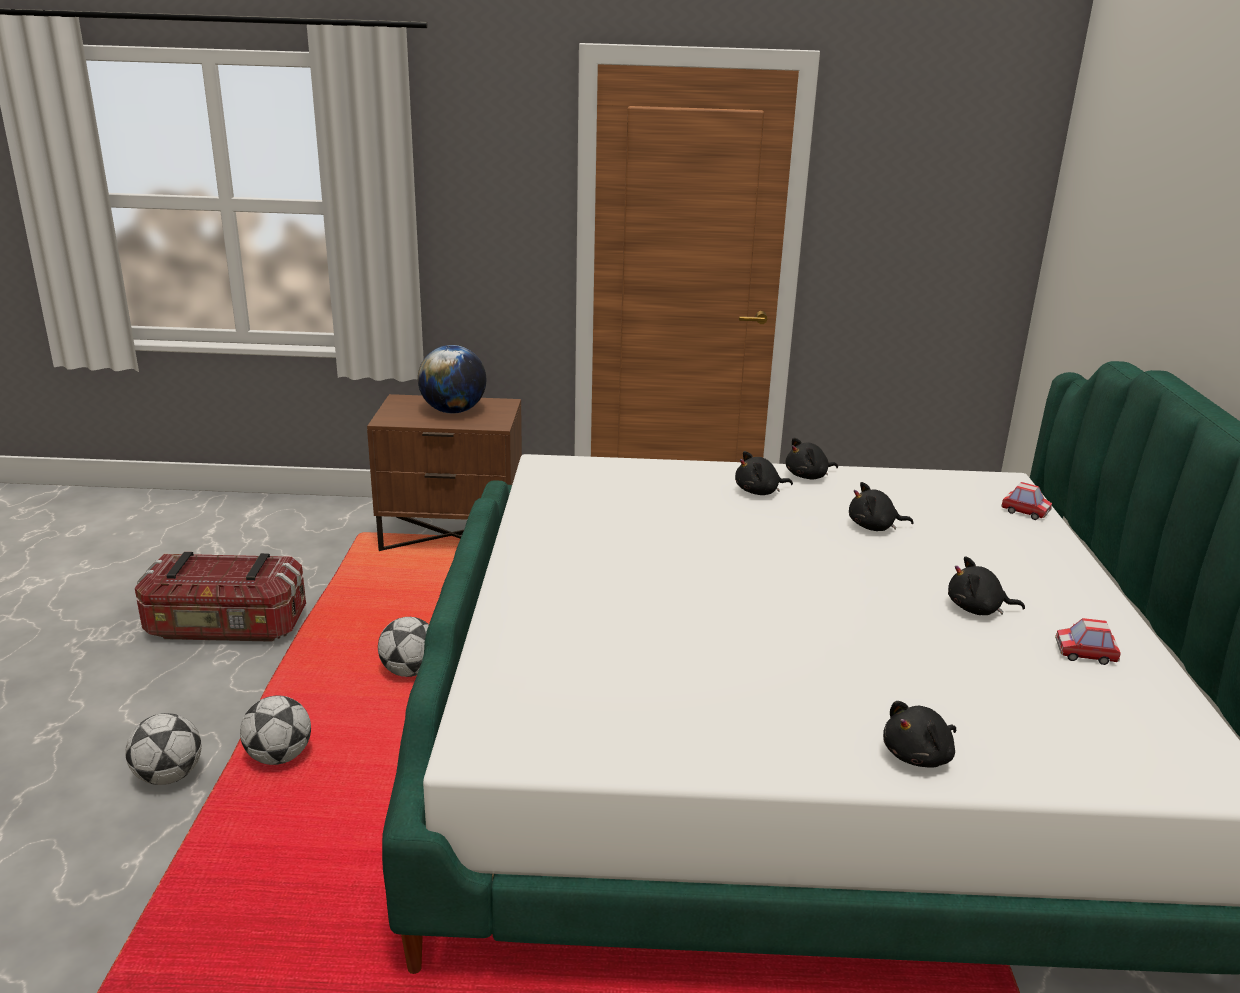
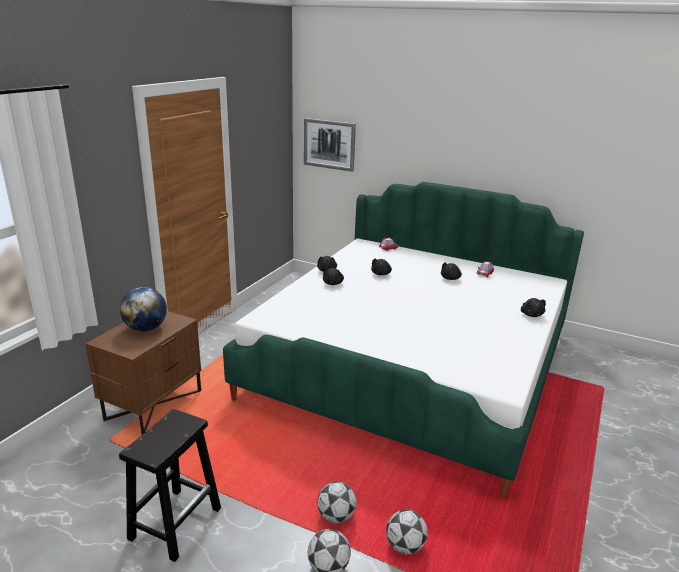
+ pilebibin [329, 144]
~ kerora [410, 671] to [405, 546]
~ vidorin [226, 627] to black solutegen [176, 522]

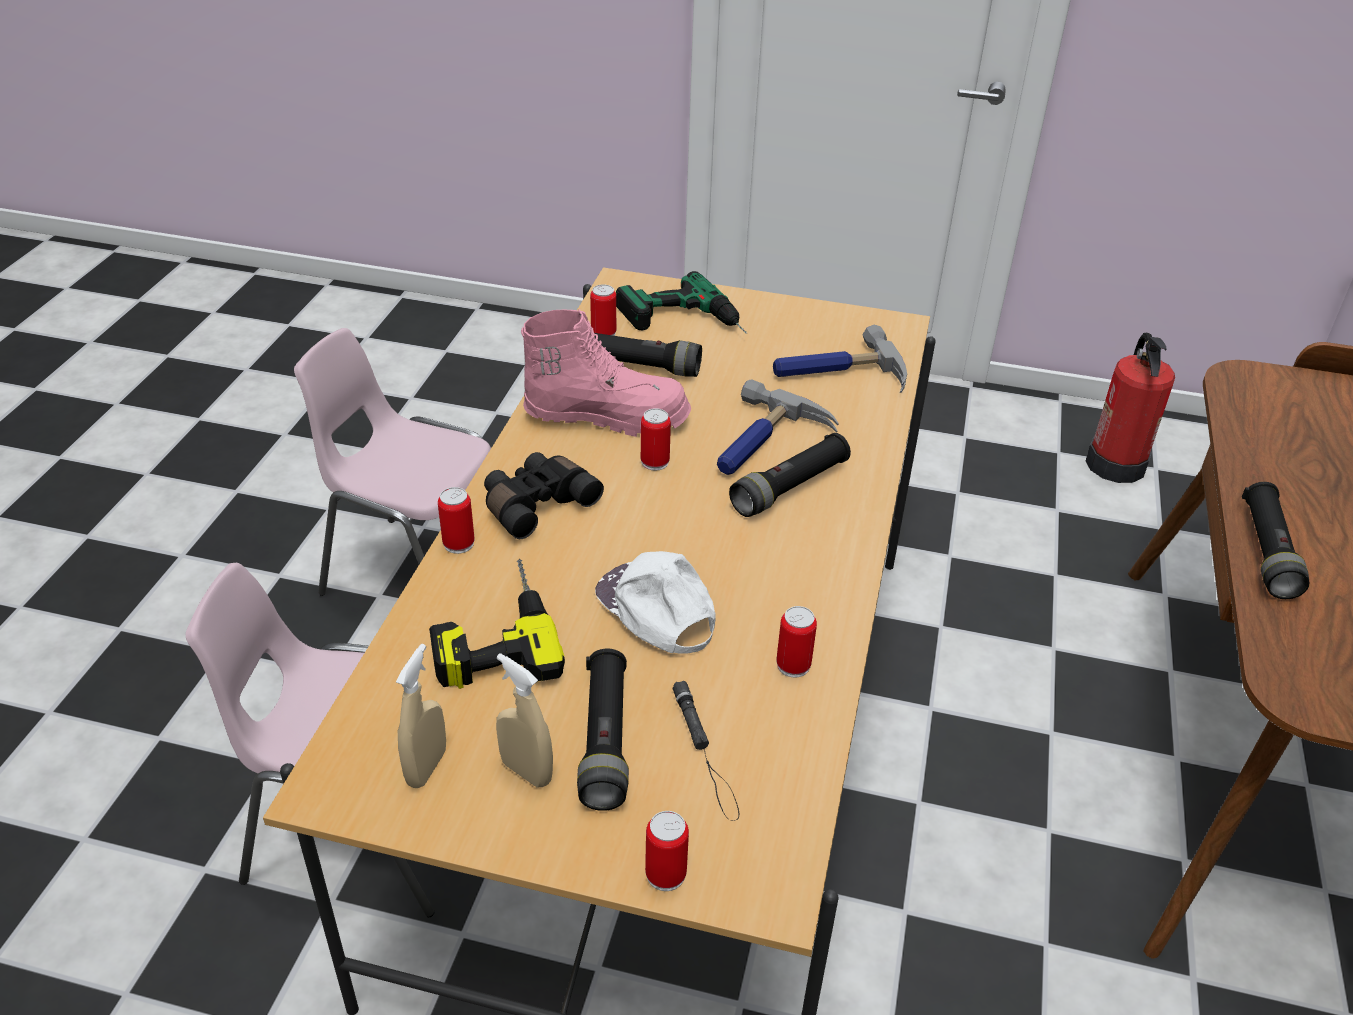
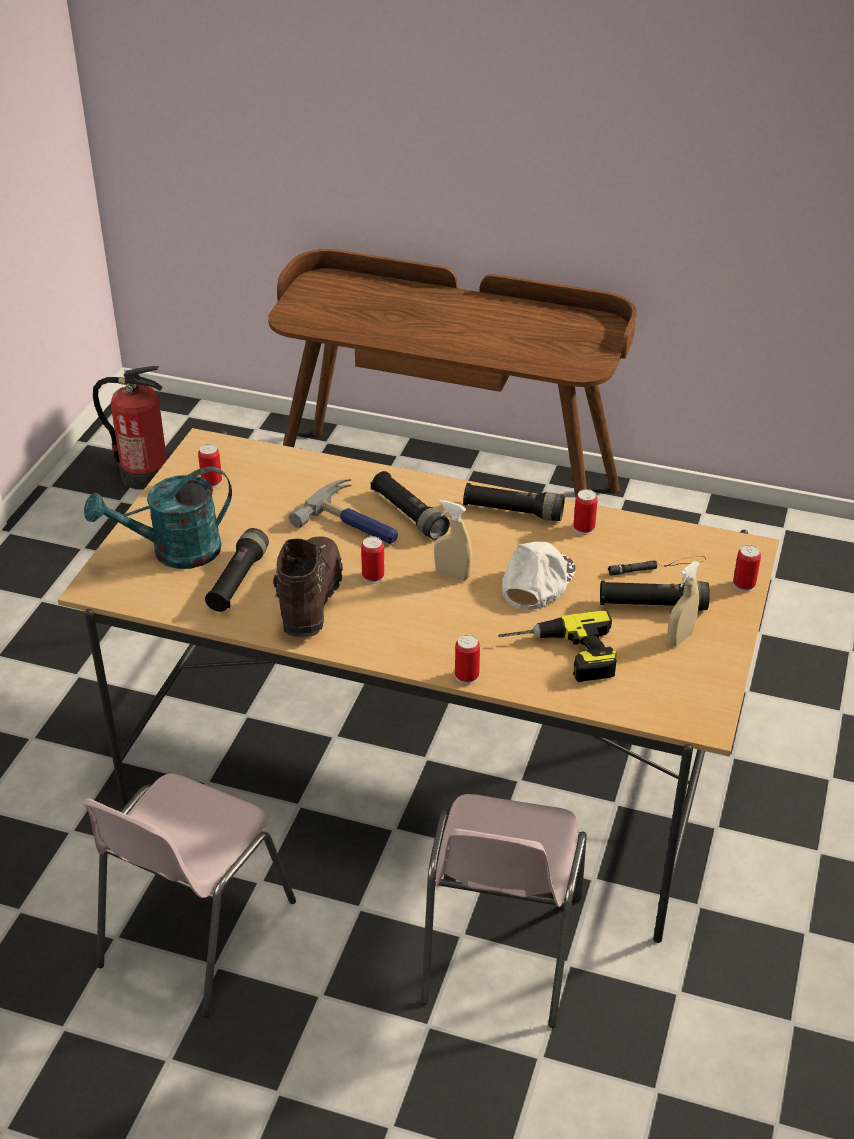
- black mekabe [536, 504]
- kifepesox [837, 374]
~ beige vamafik [426, 767] to [452, 575]
~ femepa [603, 333] to [212, 482]
~ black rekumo [1267, 552] to [513, 512]
~ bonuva [685, 323] to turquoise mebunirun [174, 552]
~ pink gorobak [607, 416] to brown gorobak [309, 599]
~ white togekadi [656, 610] = [536, 581] 150 degrees clockwise

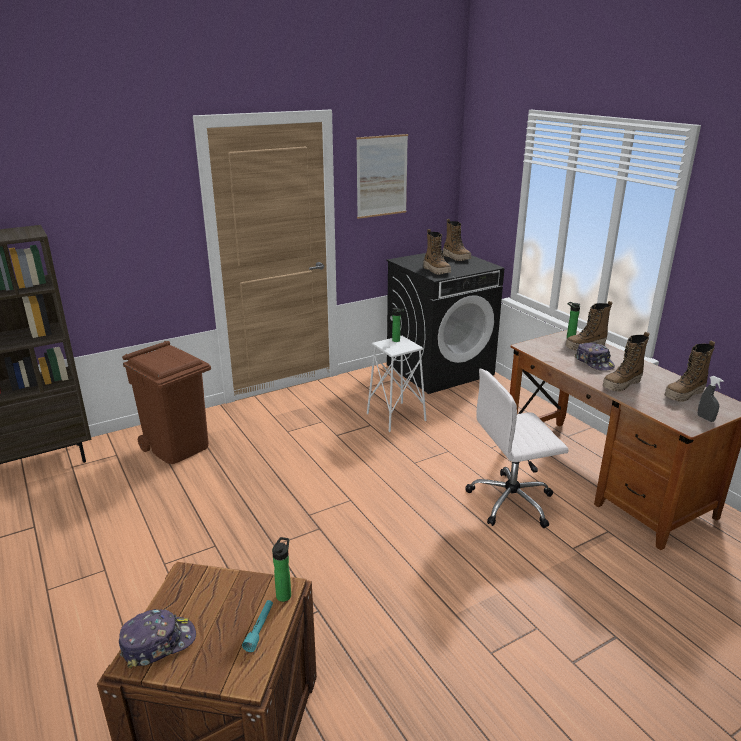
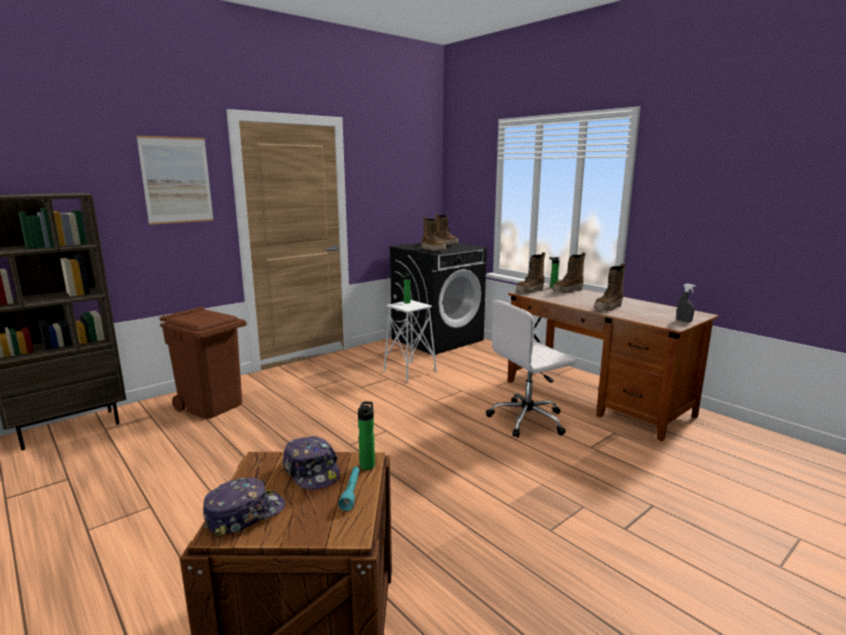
~ pilebibin [382, 176] to [177, 180]
~ togekadi [594, 362] to [312, 471]
~ gorobak [684, 395] to [530, 291]

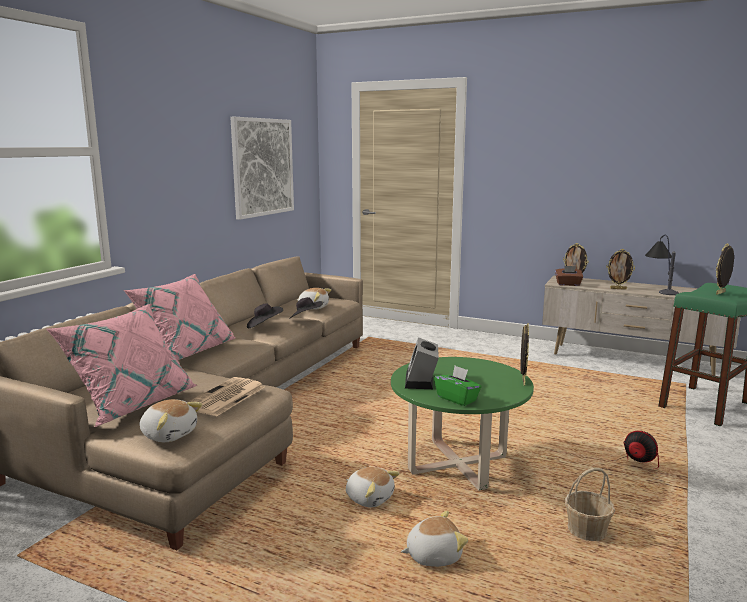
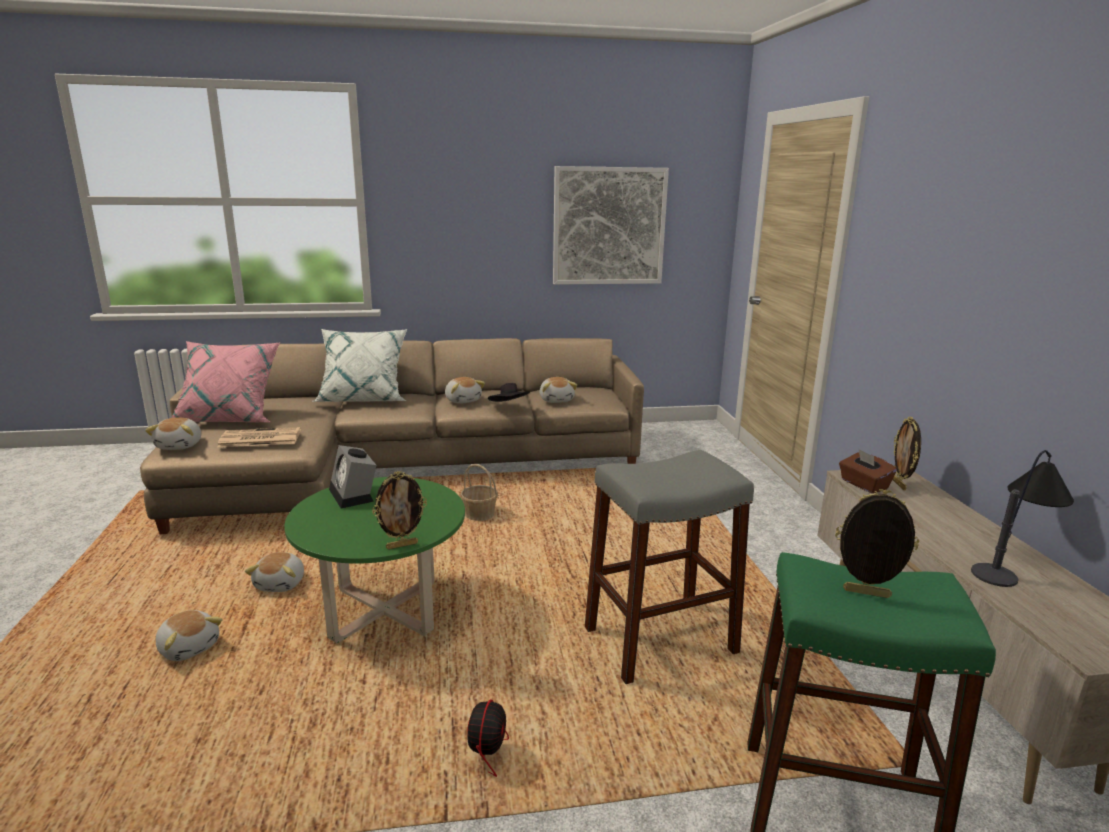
- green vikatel [457, 399]
- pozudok [618, 288]
+ grey solutegen [659, 641]
~ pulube [587, 531] to [480, 515]
~ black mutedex [264, 326] to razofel [463, 400]
~ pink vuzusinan [186, 351] to white vuzusinan [364, 398]
~ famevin [421, 381] = [354, 495] 90 degrees counterclockwise

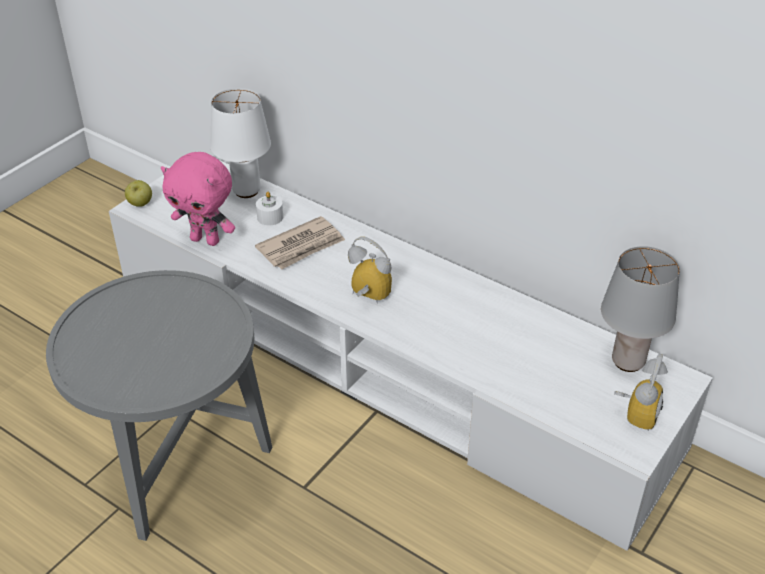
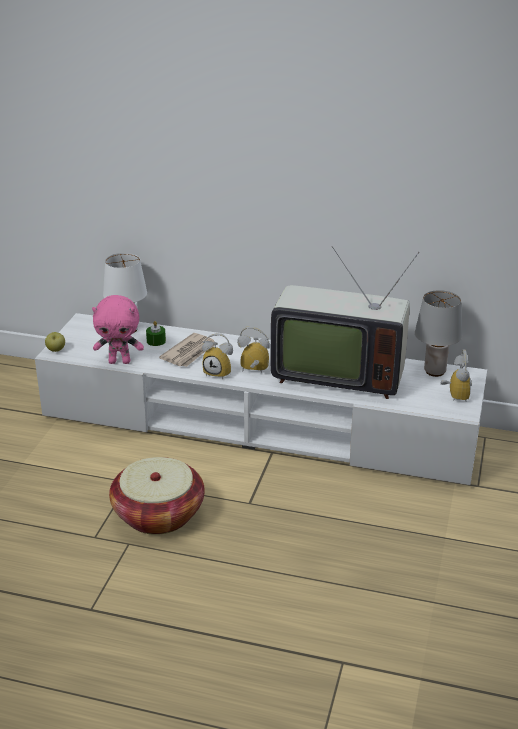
+ famevin [219, 372]
+ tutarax [337, 374]
~ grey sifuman [180, 472] to pulube [158, 514]
~ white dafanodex [270, 217] to green dafanodex [156, 341]

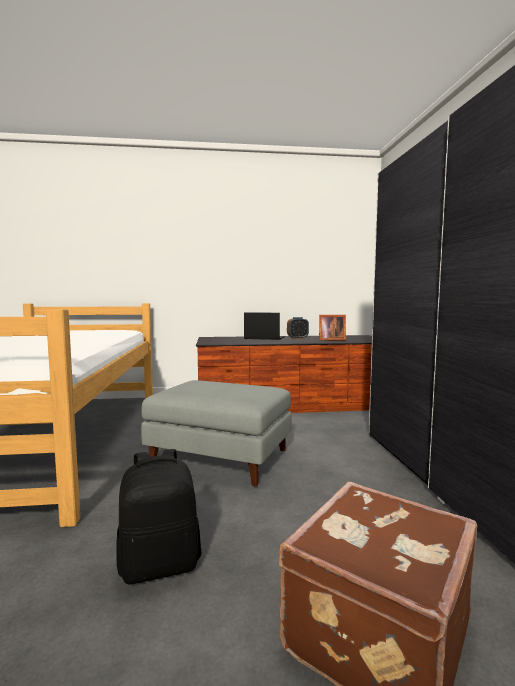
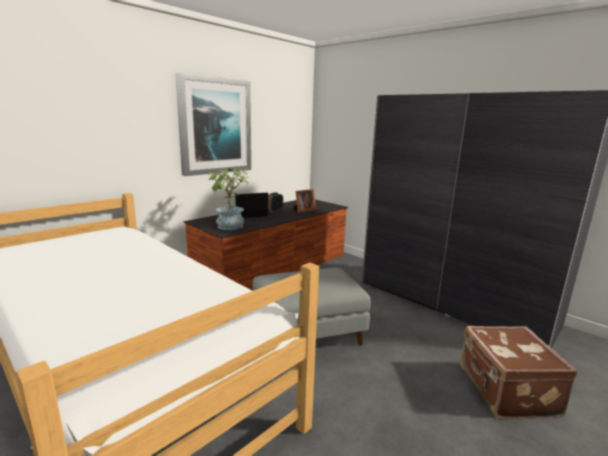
- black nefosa [160, 564]
+ pilebibin [215, 126]
+ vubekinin [229, 227]

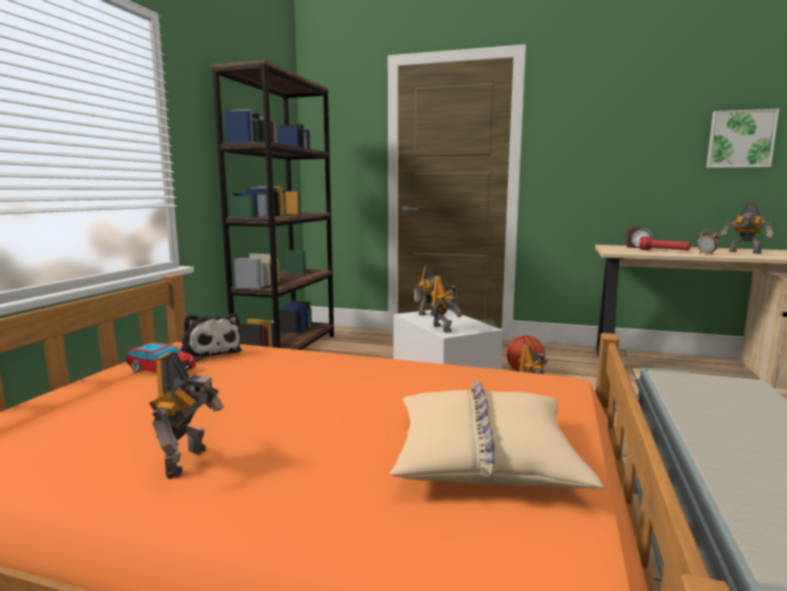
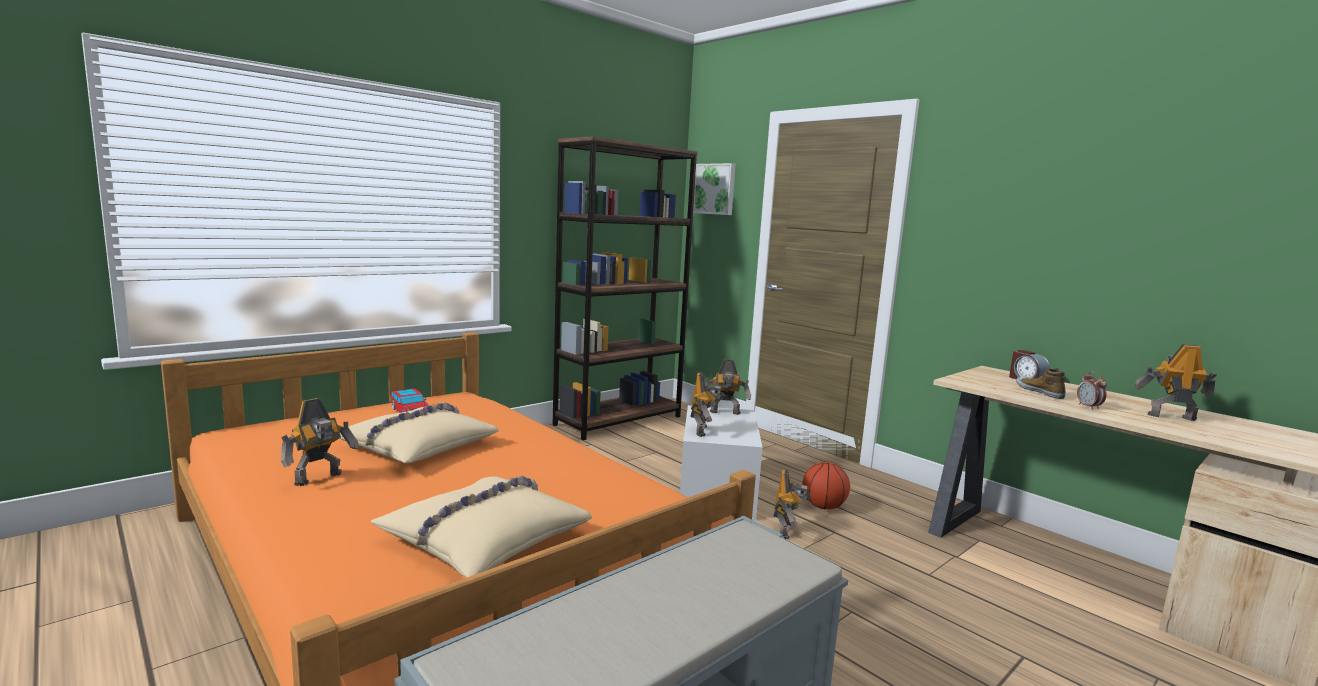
- razofel [209, 352]
+ beige vuzusinan [417, 446]
~ pilebibin [740, 139] to [715, 189]
~ red rekumo [664, 251] to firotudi [1039, 391]
~ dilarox [744, 252] = [1169, 416] 120 degrees clockwise

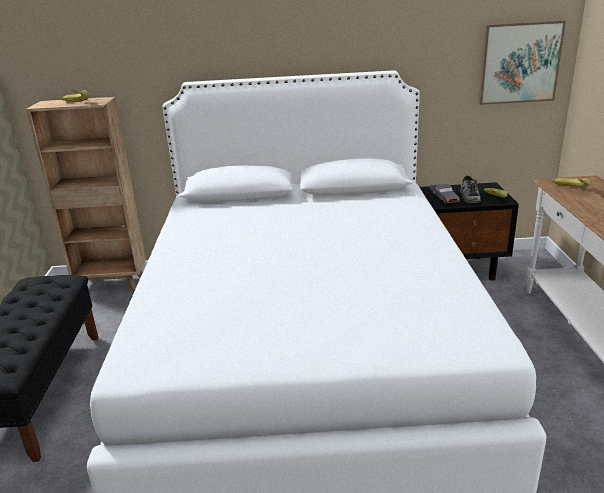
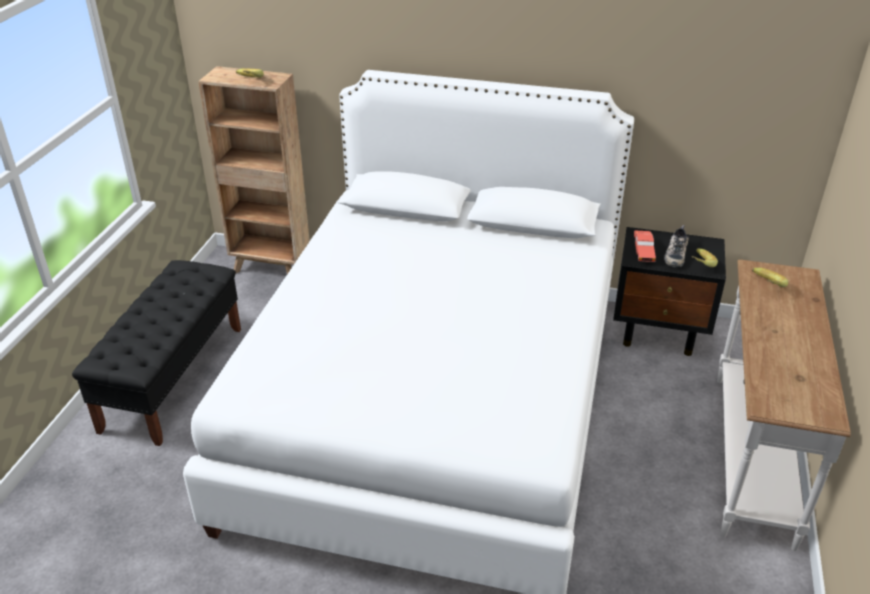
- pilebibin [519, 63]
~ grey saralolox [443, 198] to red saralolox [643, 251]

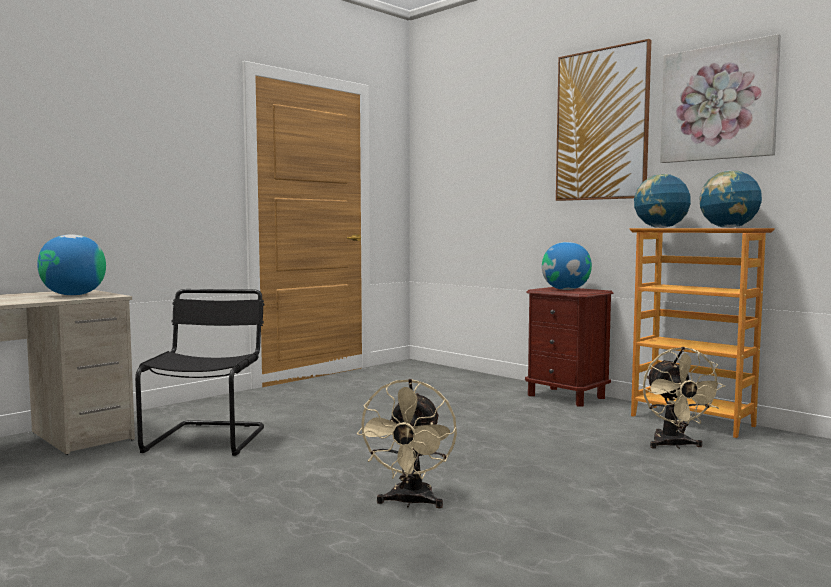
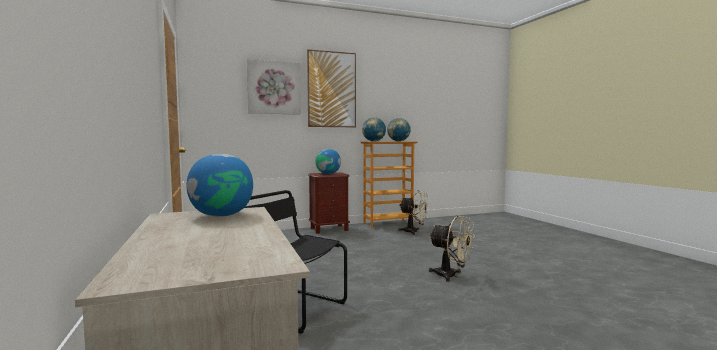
~ pilebibin [718, 103] to [274, 87]

